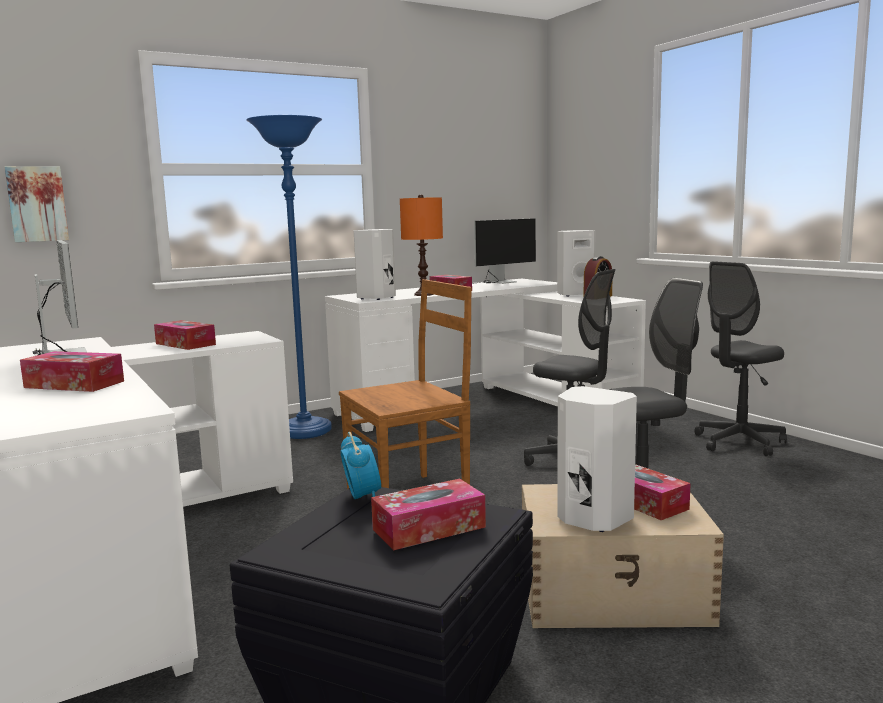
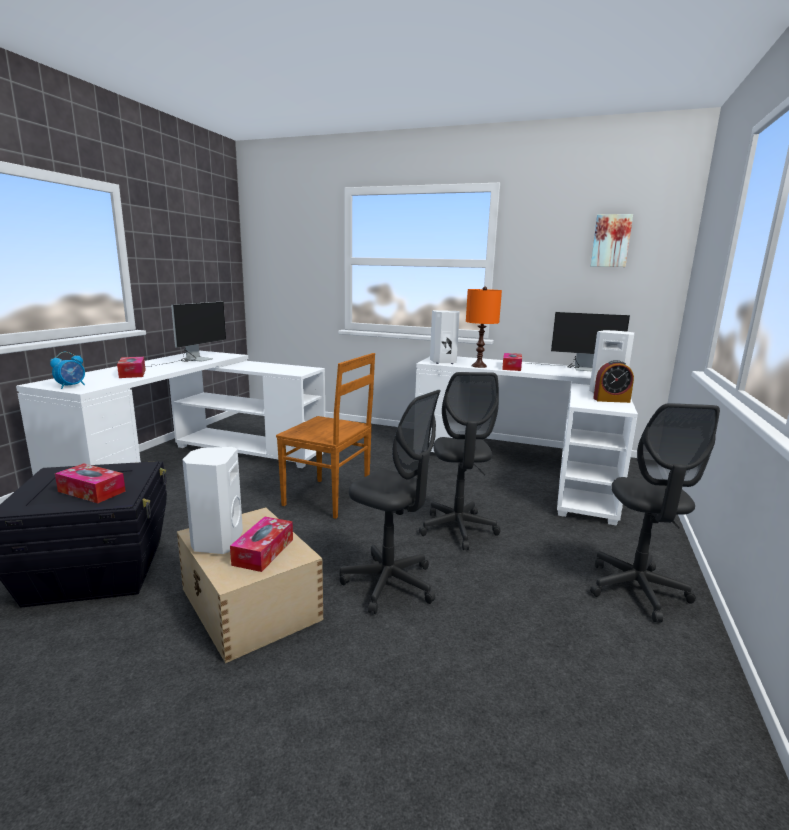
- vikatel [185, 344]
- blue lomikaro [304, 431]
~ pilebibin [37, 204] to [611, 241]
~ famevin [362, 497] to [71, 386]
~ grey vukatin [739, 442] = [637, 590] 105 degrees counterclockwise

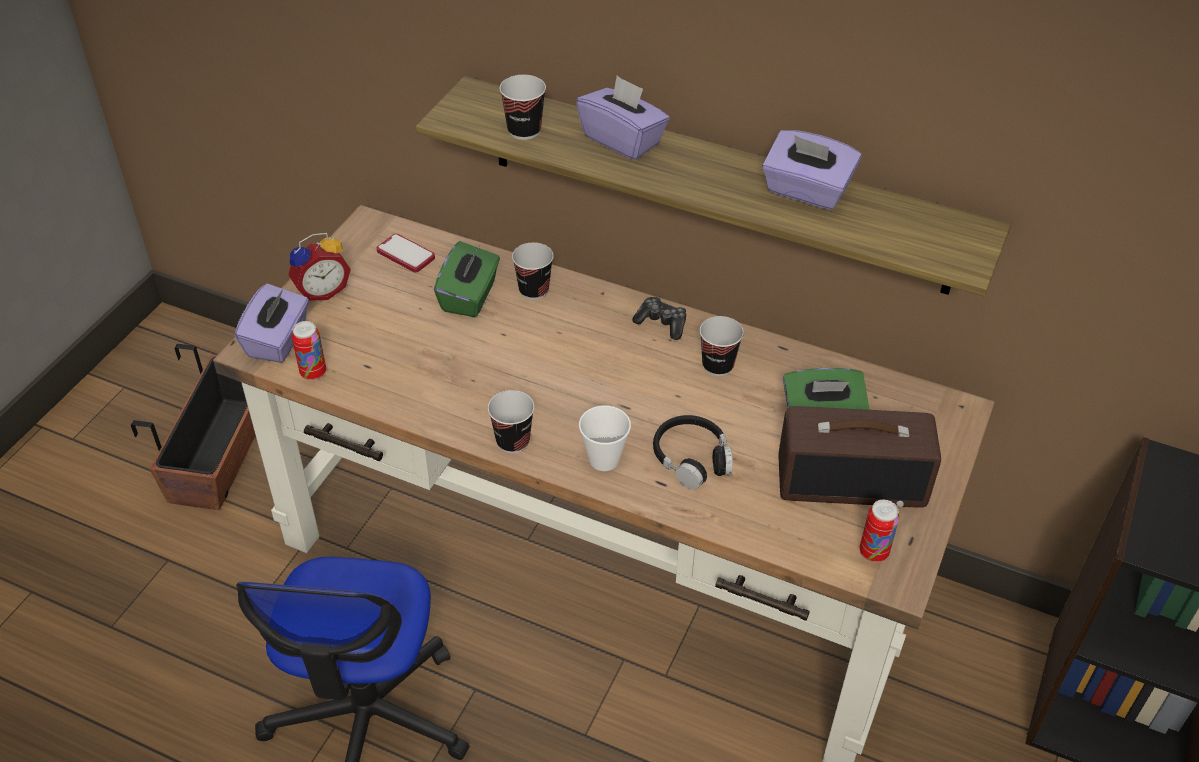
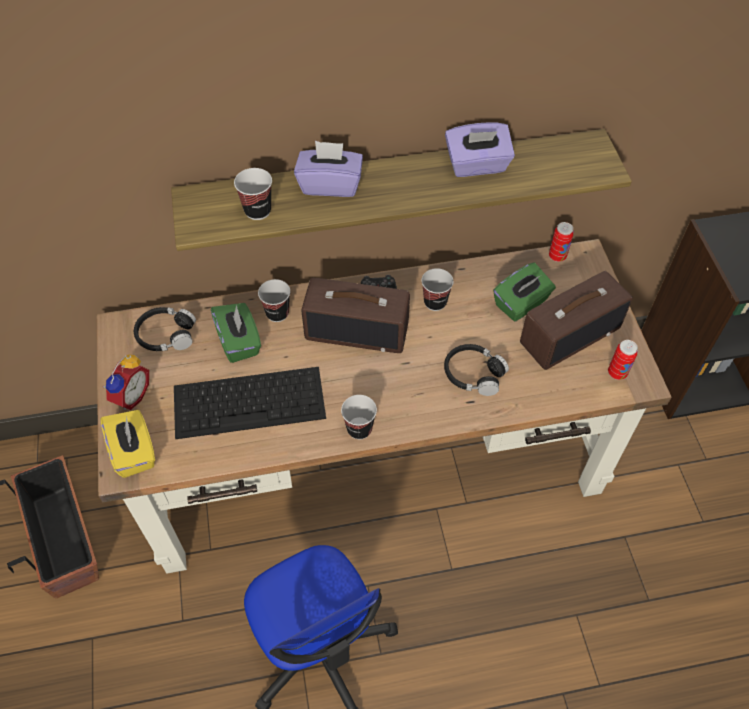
- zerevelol [604, 460]
+ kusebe [250, 401]
+ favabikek [358, 330]
~ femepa [313, 373] to [557, 256]
~ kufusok [406, 254] to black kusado [166, 335]
~ purple vikatel [278, 341] to yellow vikatel [134, 452]

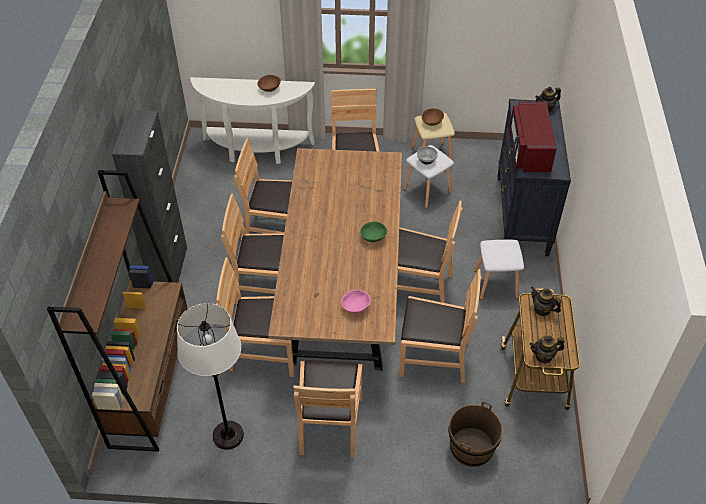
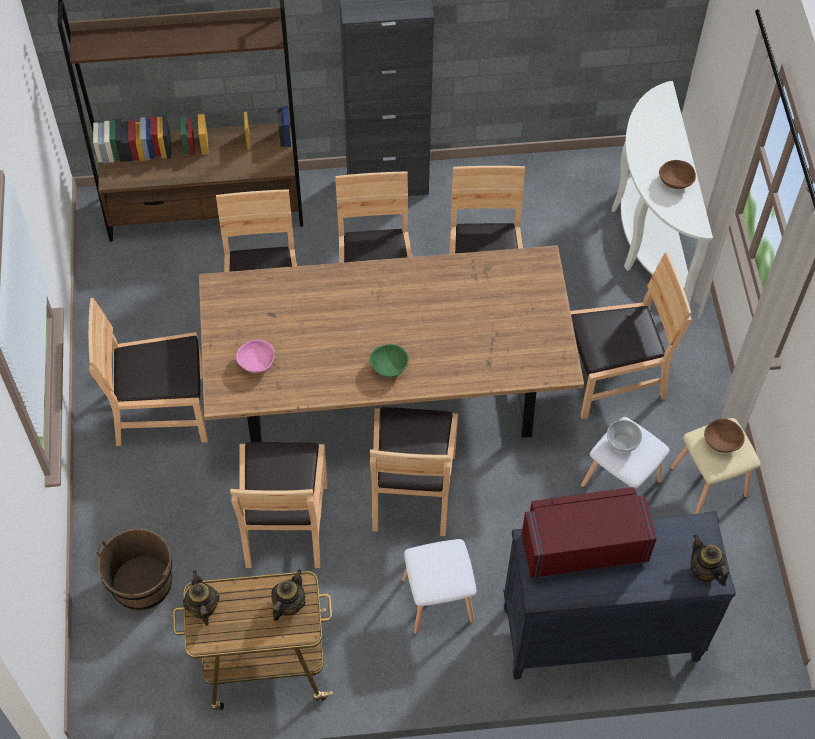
- white lomikaro [228, 435]

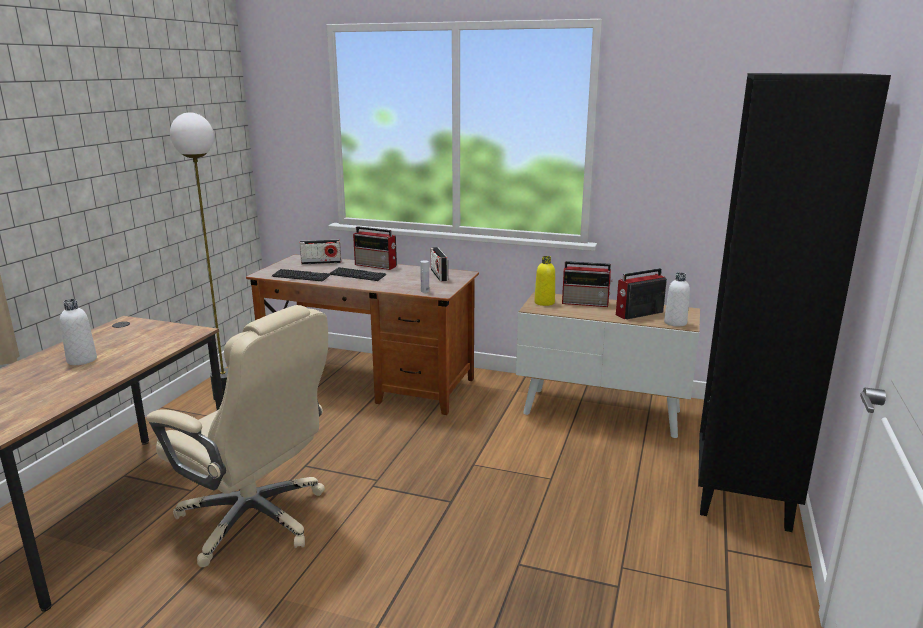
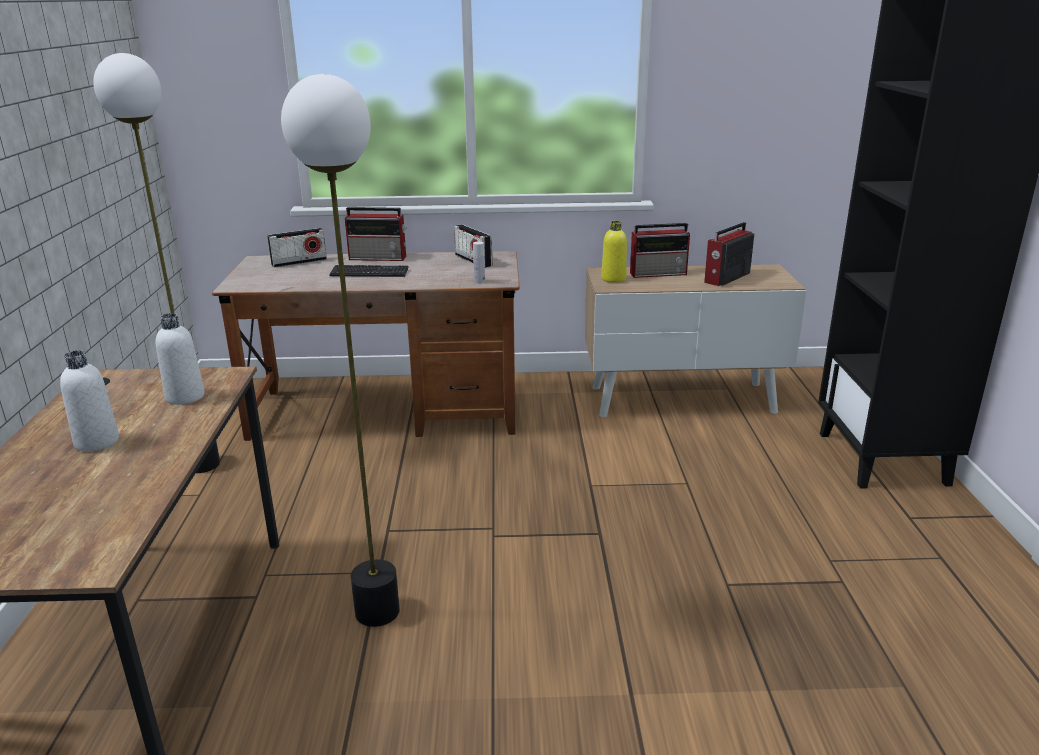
- kusebe [301, 276]
~ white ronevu [675, 323] to [185, 397]
~ beige vukatin [255, 519] to lomikaro [377, 612]

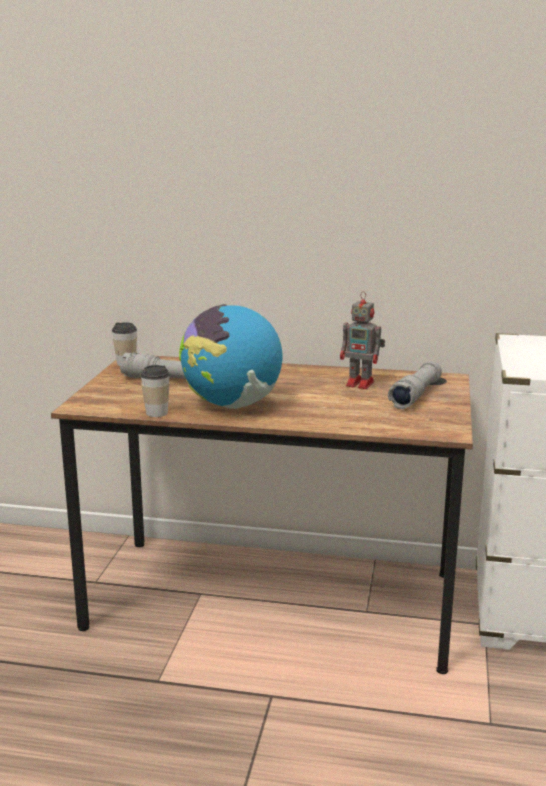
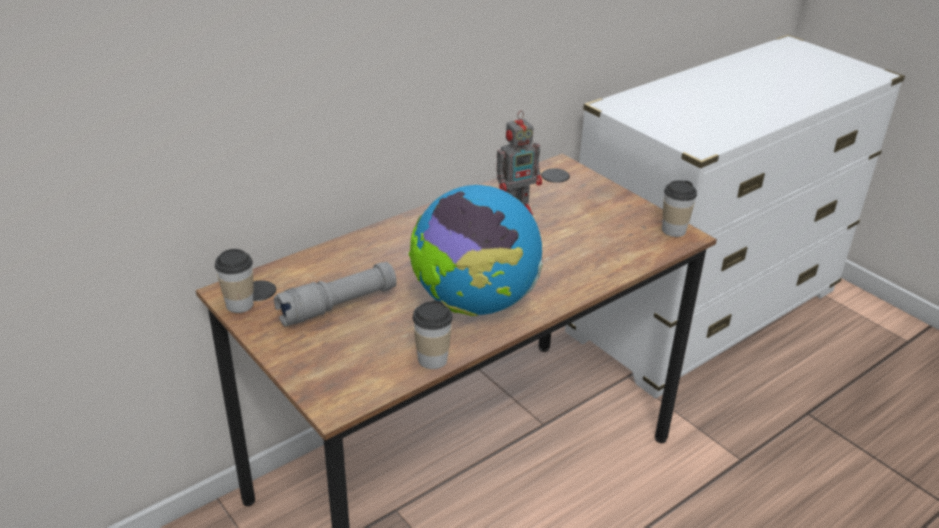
- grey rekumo [416, 395]
+ zerevelol [673, 230]

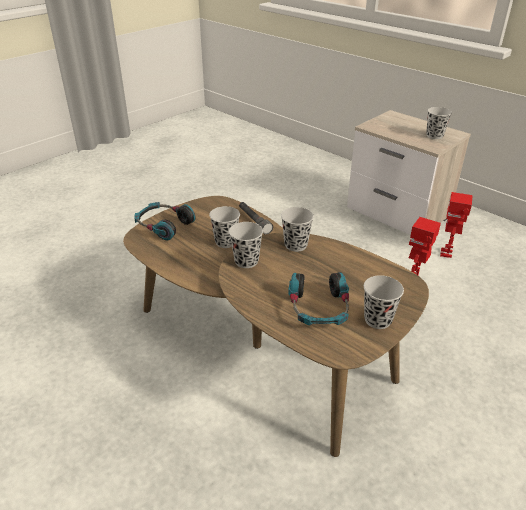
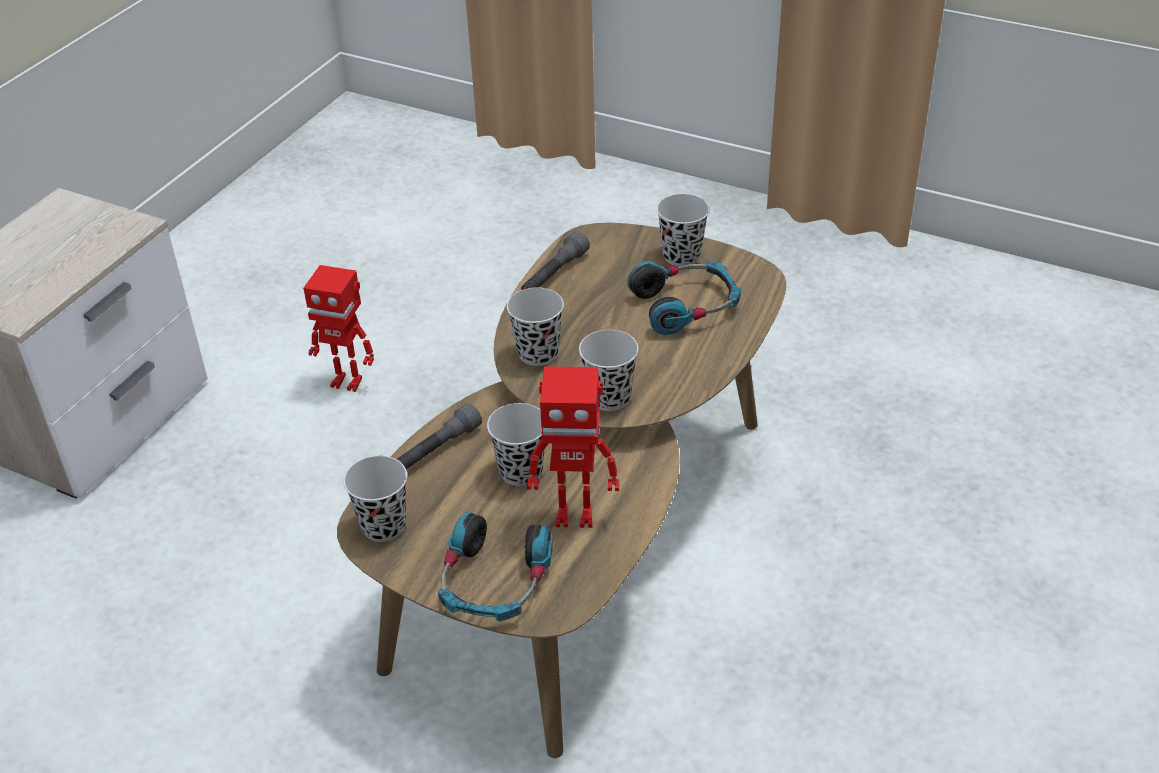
+ grey rekumo [554, 275]
~ black zerevelol [434, 136] to [383, 526]
~ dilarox [447, 253] to [575, 515]

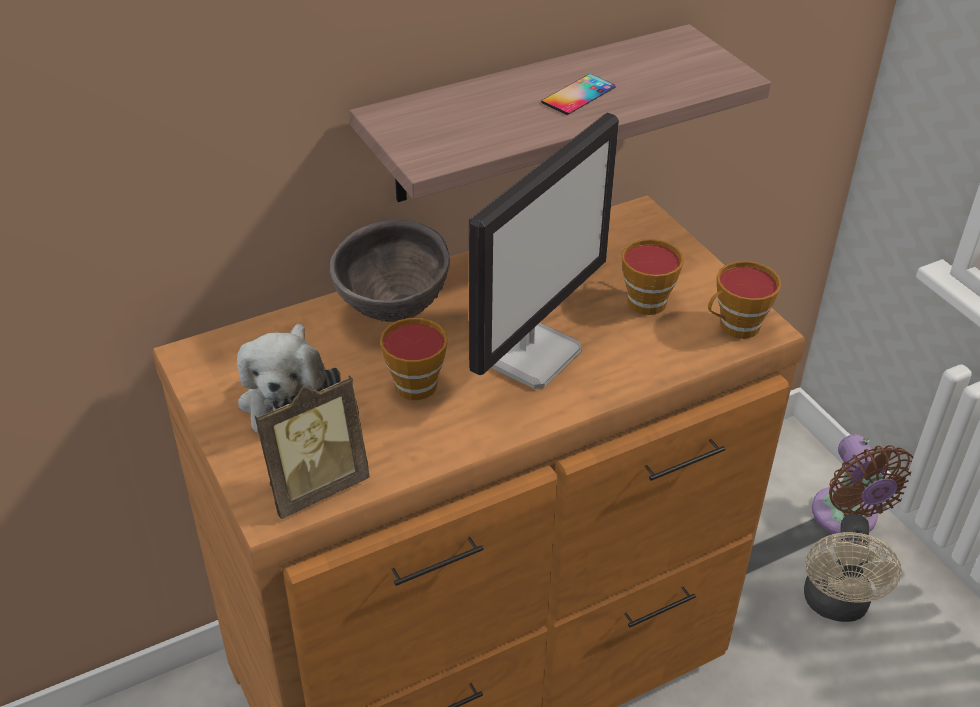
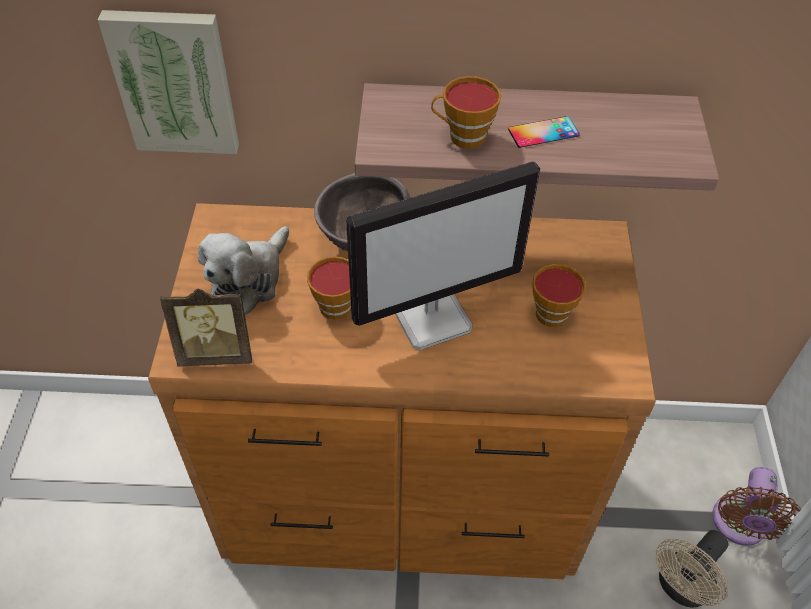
+ pilebibin [175, 82]
~ zerevelol [735, 327] to [463, 136]

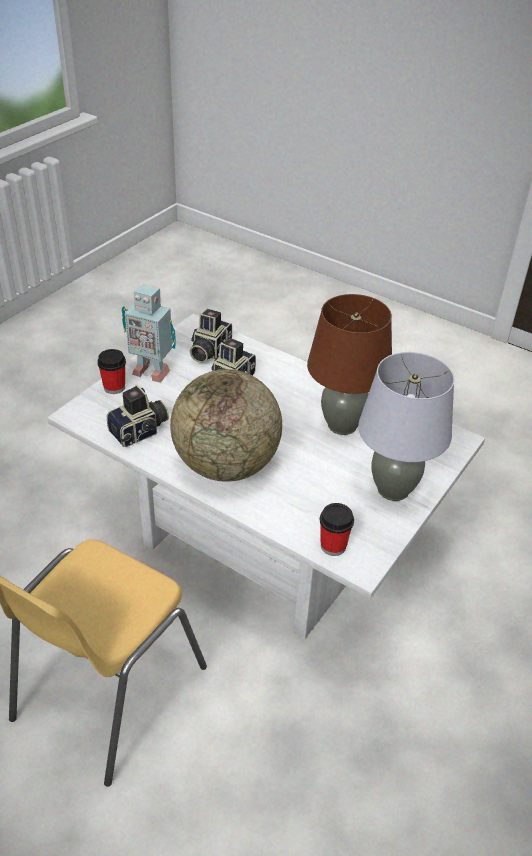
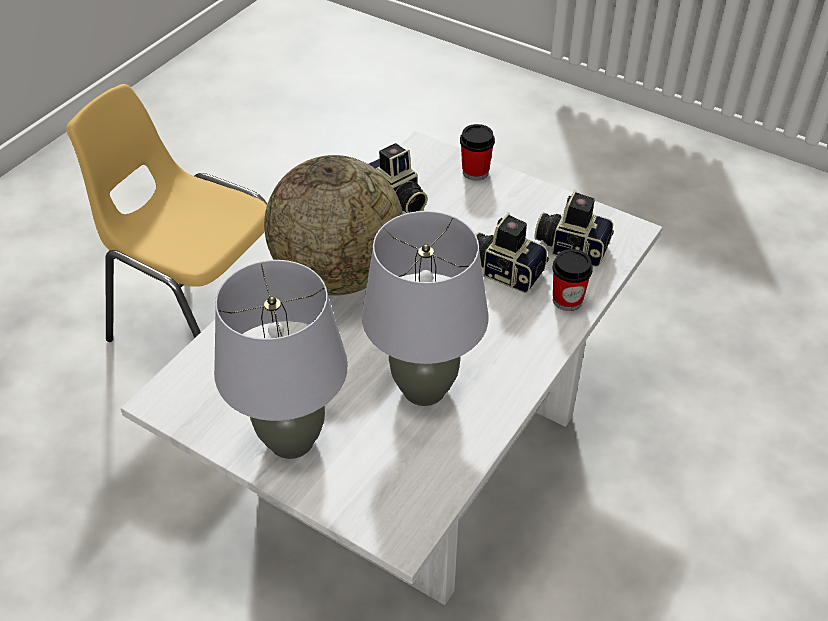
- dilarox [151, 371]
~ zerevelol [333, 546] to [567, 300]
~ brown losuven [342, 425] to grey losuven [423, 389]

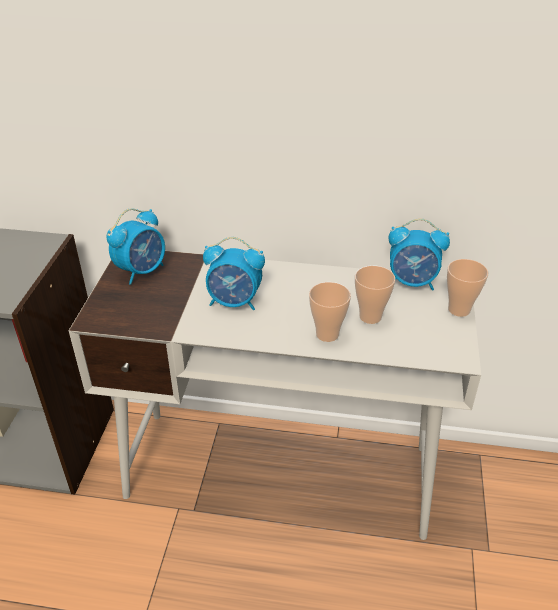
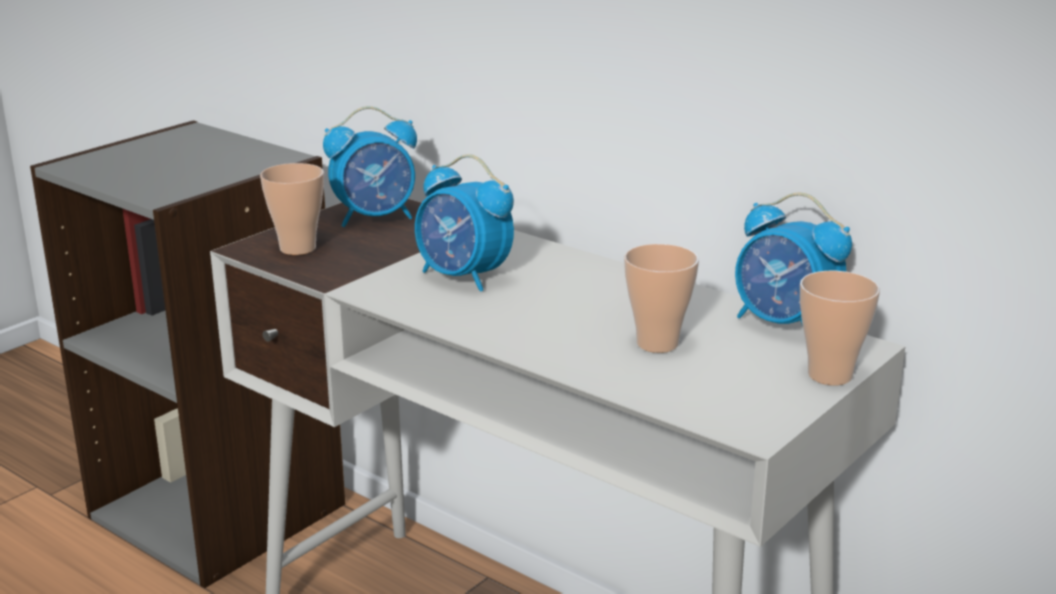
~ zerevelol [327, 334] to [298, 248]

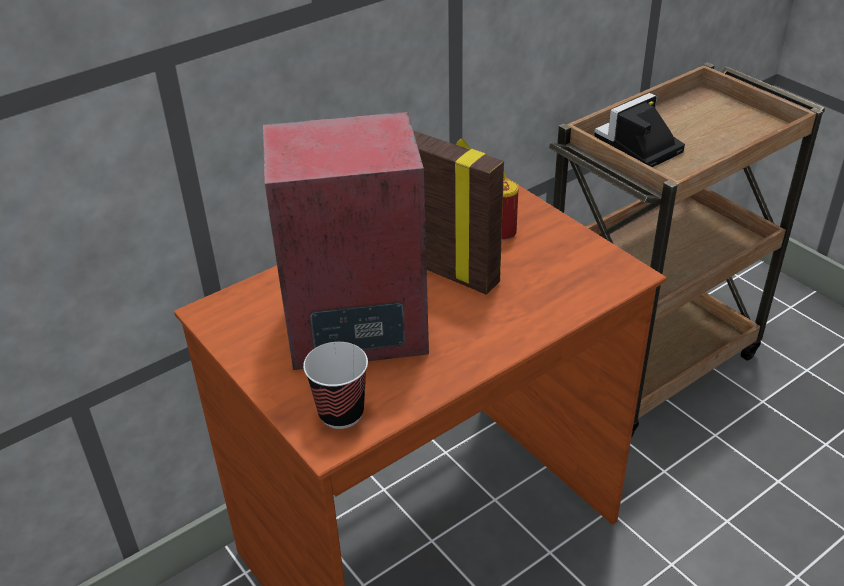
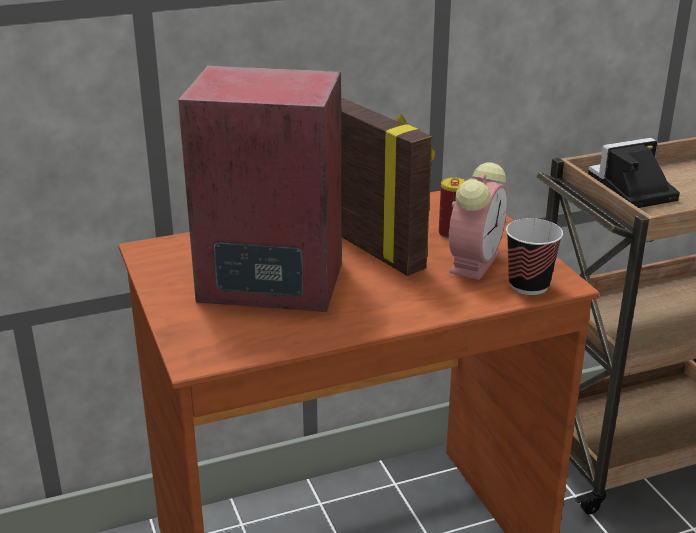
+ famevin [474, 261]
~ zerevelol [341, 413] to [528, 285]

